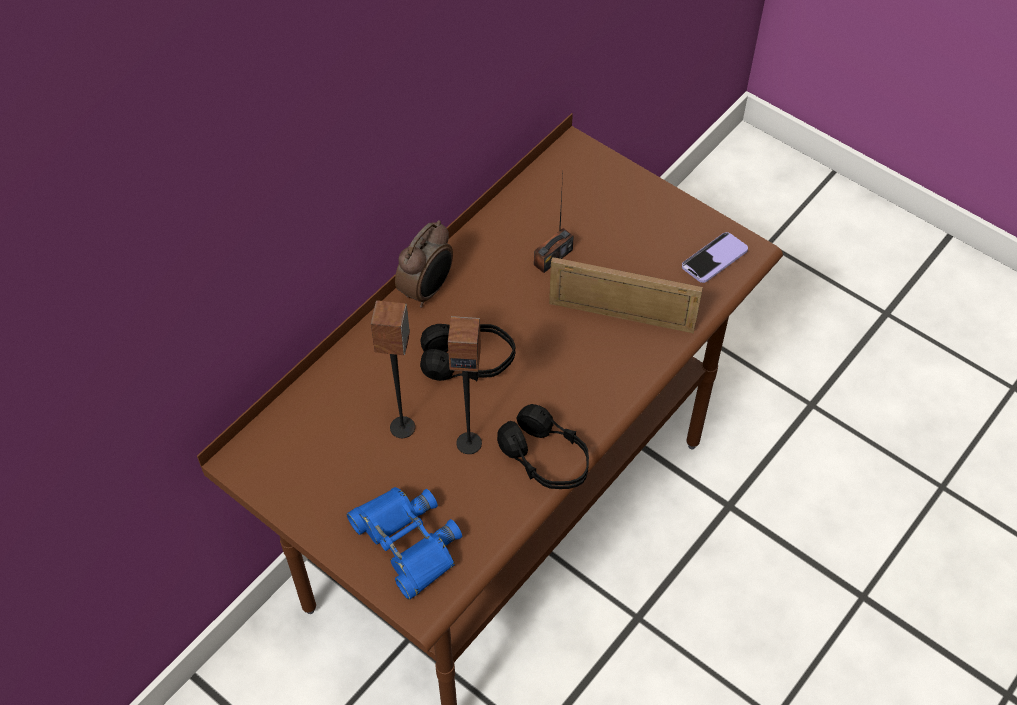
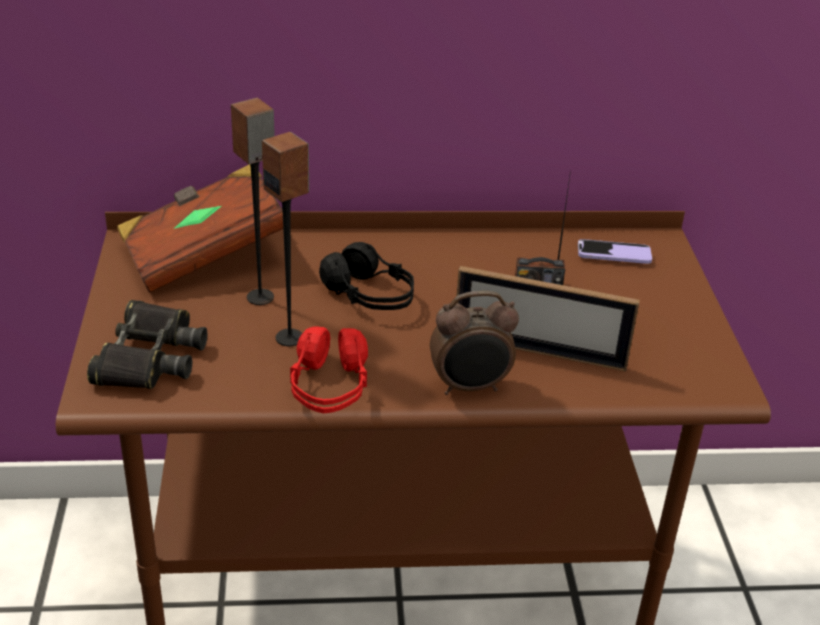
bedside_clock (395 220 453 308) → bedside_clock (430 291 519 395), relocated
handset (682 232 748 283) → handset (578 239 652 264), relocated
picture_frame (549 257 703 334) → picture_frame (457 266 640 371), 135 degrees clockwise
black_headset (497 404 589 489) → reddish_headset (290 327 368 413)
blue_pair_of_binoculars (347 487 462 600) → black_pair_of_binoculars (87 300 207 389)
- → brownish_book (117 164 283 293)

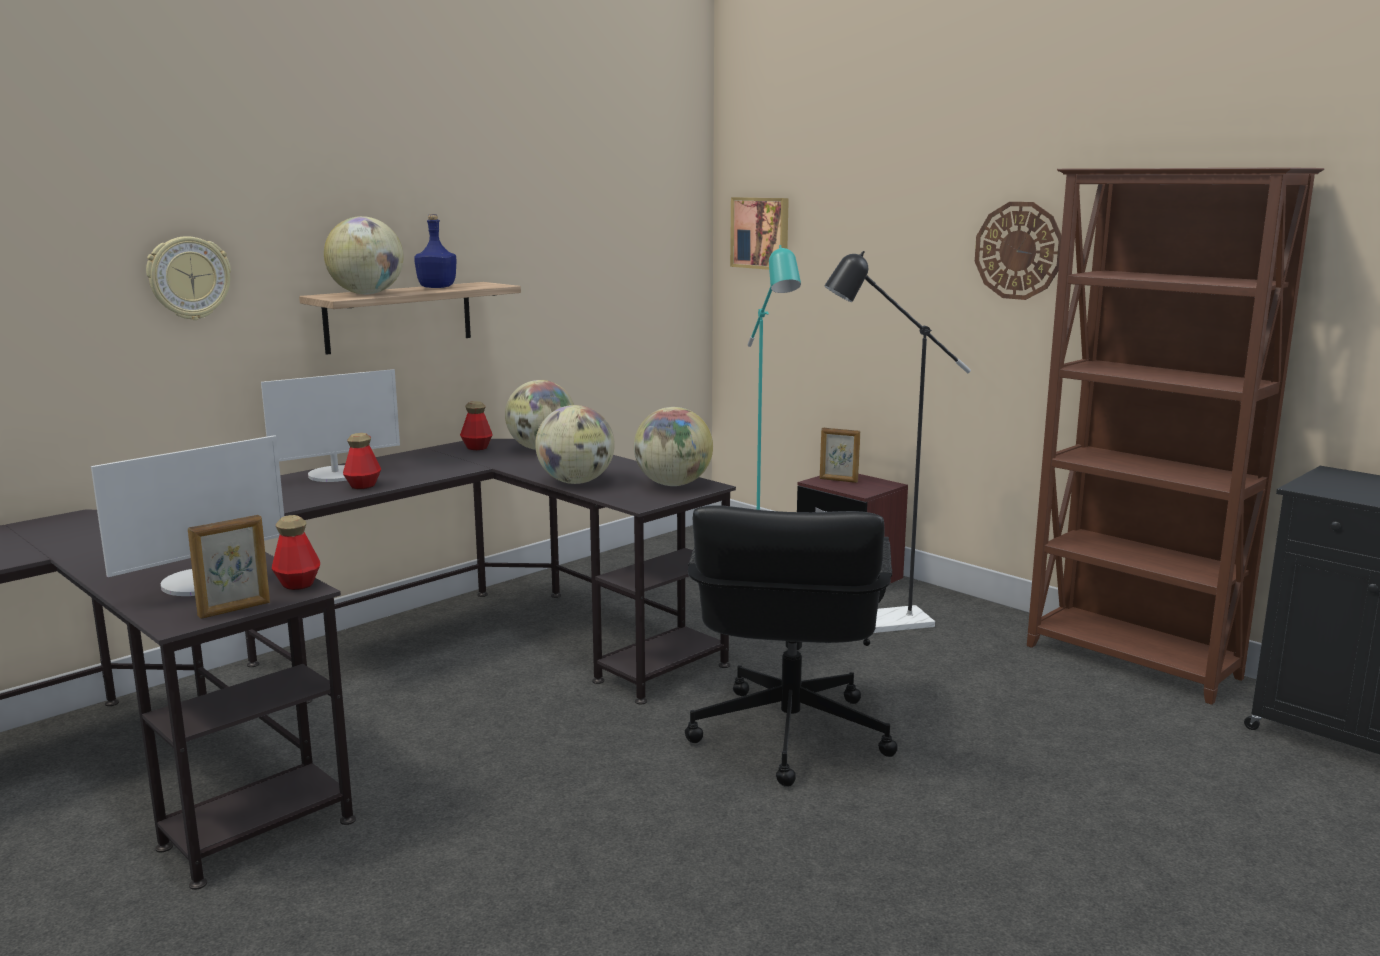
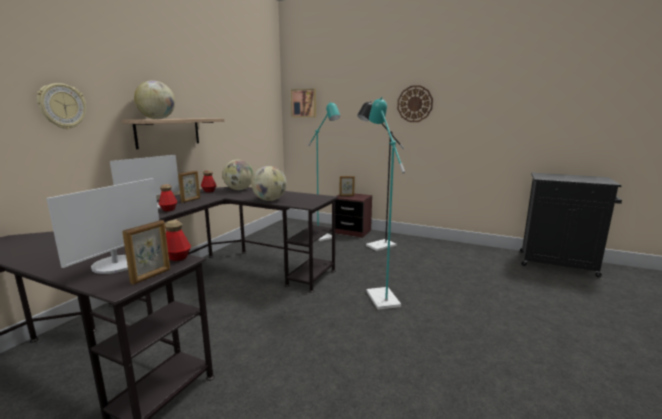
brownish_bookcase (1027 167 1324 705) → -
blue_bottle (414 214 456 288) → -
desk_globe (634 407 713 486) → -
black_computer_chair (685 505 898 787) → blue-green_standard_lamp (367 97 405 310)
- → picture_frame (178 171 200 203)

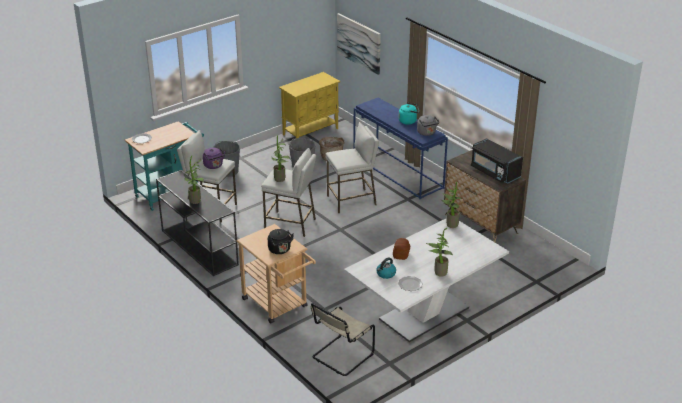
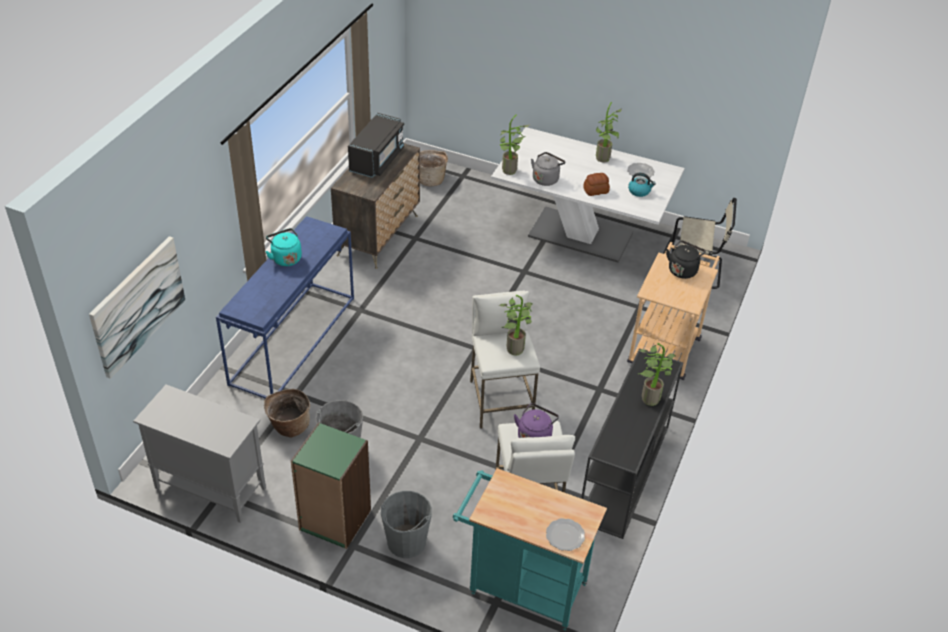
yellowish_storage_cabinet (279 72 340 138) → grey_storage_cabinet (133 384 266 523)
grey_kettle (417 115 439 136) → grey_kettle (531 152 566 186), relocated
white_sitting_stool (326 122 379 213) → -
- → storage_basket (420 150 448 186)
- → green_bookcase (291 422 371 549)

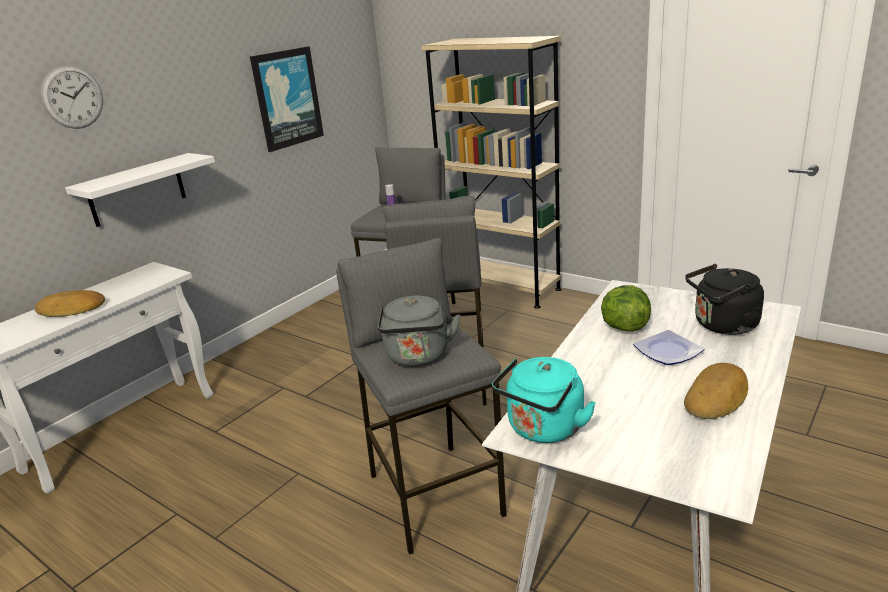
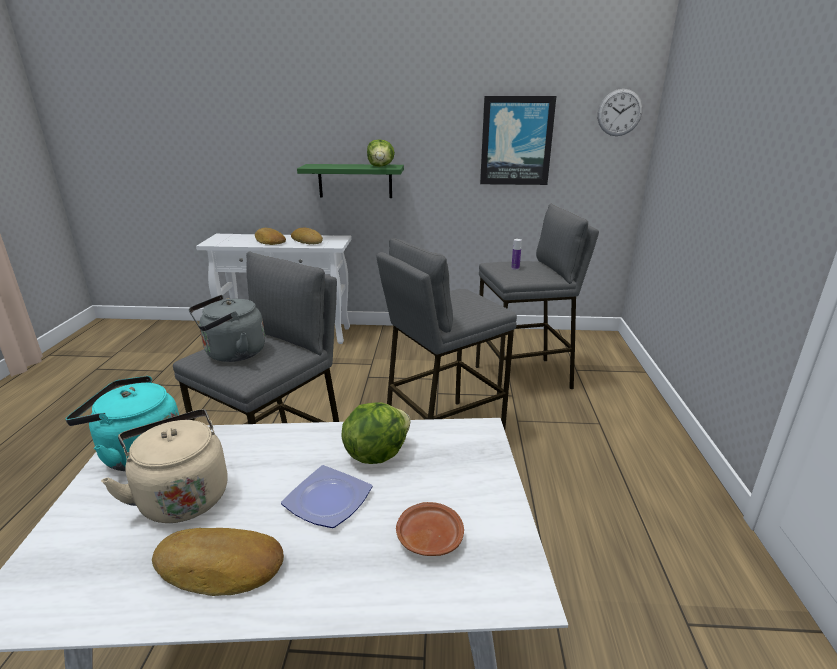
beige-coloured_bookcase (422 36 562 309) → -
wall_clock (41 66 103 129) → wall_clock (597 89 643 136), relocated
white_bracket_shelf (65 153 215 227) → green_bracket_shelf (297 164 404 198)
black_kettle (685 264 764 335) → brownish_dinner_plate (396 502 464 556)
- → head_of_lettuce (367 139 395 167)
- → bread (291 228 323 244)
- → beige-coloured_kettle (101 409 228 523)

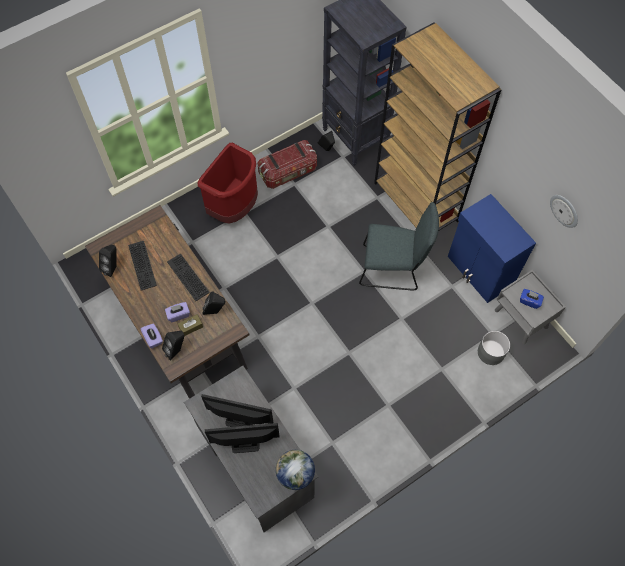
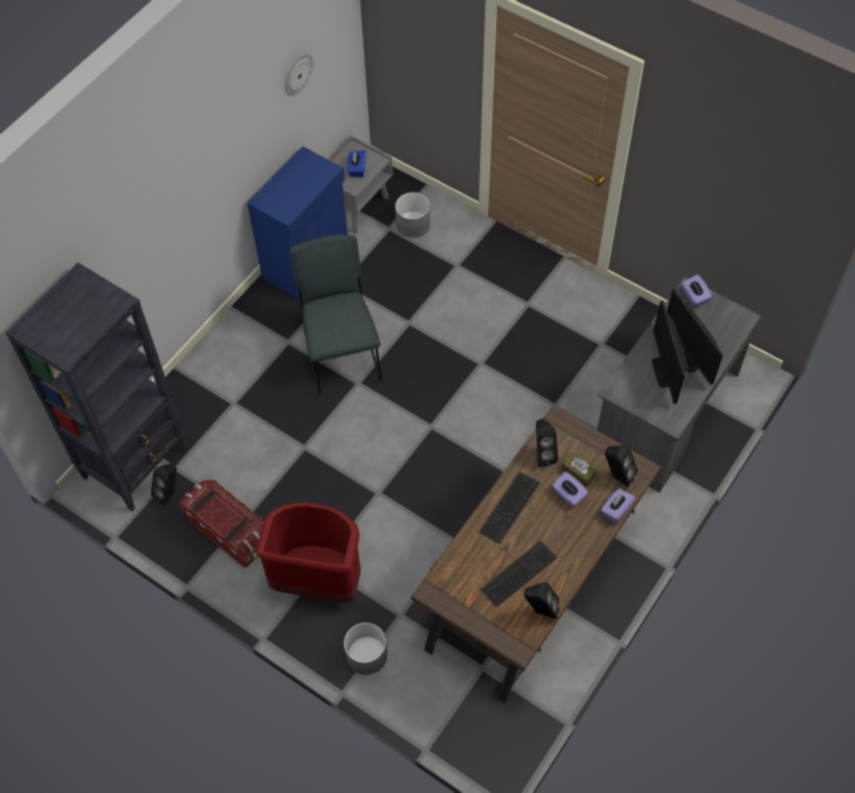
brownish_bookcase (374 22 501 230) → -
desk_globe (276 450 315 490) → purple-coloured_box_of_tissues (682 275 712 308)
- → grey_plant_pot (344 623 387 675)

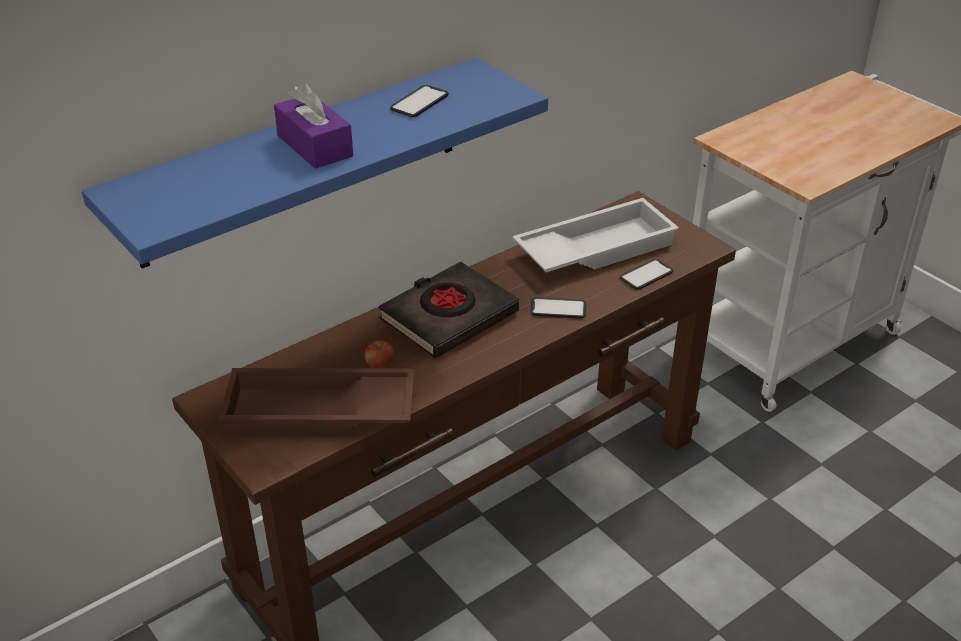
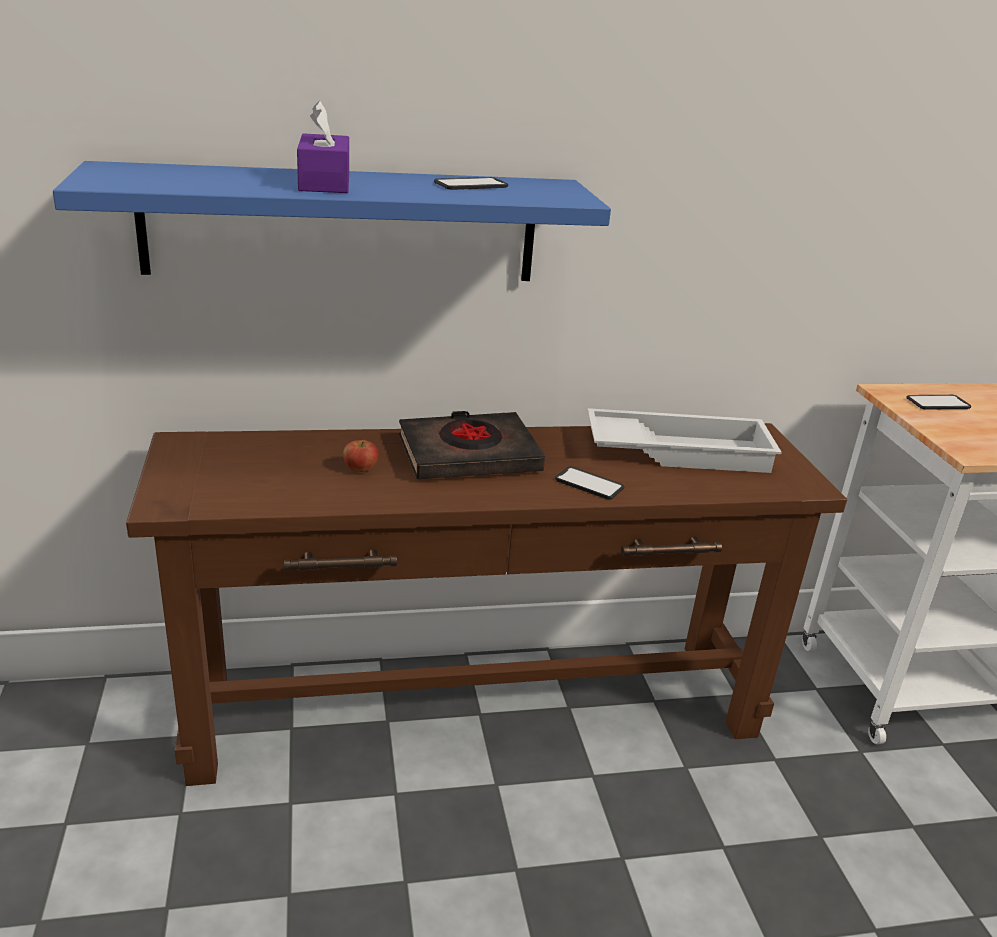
handset (620 259 673 290) → handset (906 395 971 410), relocated
brownish_serving_tray (218 368 414 436) → -

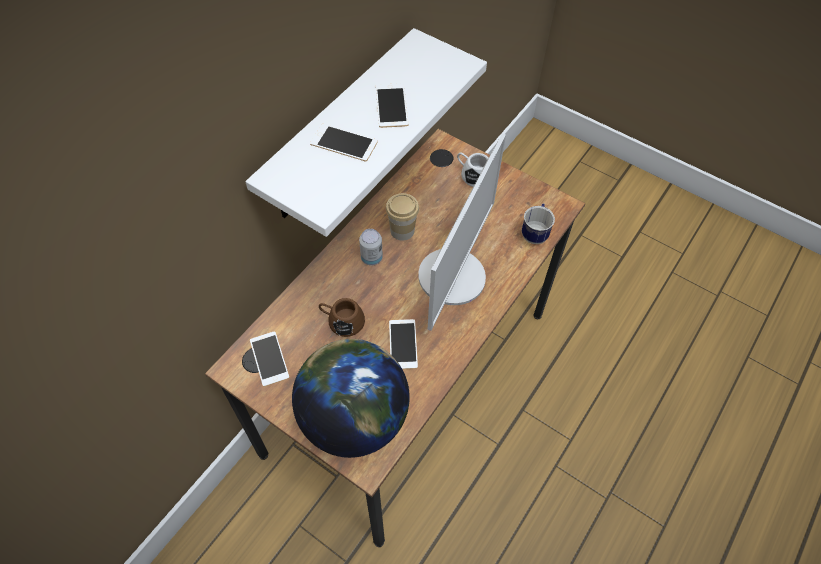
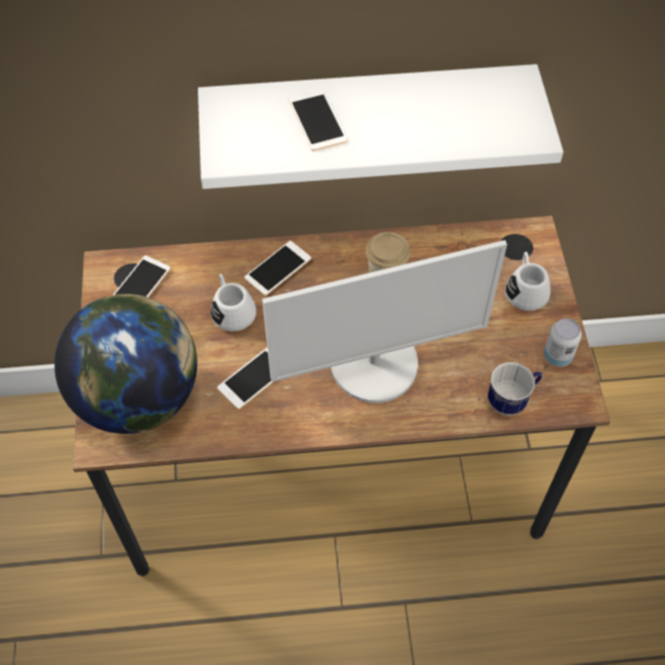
handset (376 83 408 128) → handset (244 241 311 296), relocated
metal_can (359 229 383 265) → metal_can (544 318 582 367), relocated
brownish_coffee_mug (319 298 365 337) → white_coffee_mug (211 274 256 332)

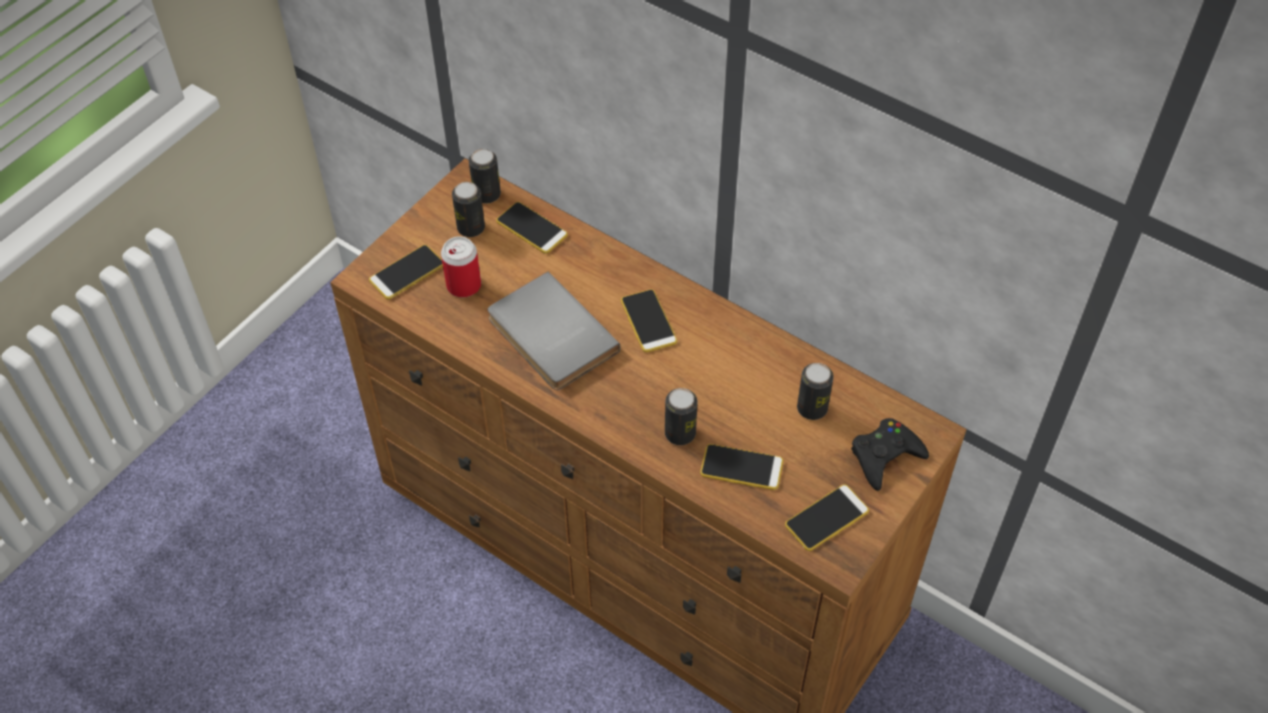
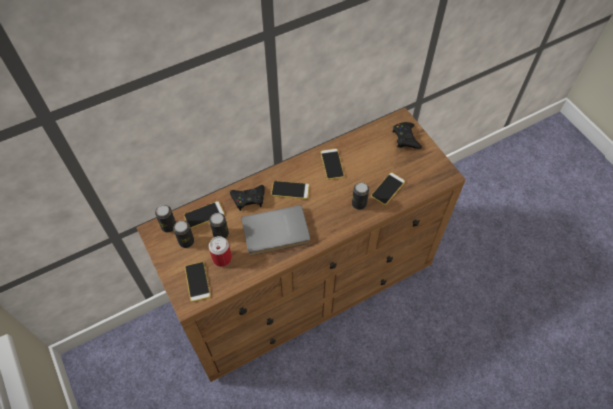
metal_can (797 363 833 420) → metal_can (209 213 229 239), relocated
handset (785 485 869 551) → handset (320 148 344 180), relocated
- → black_game_controller (230 185 265 211)

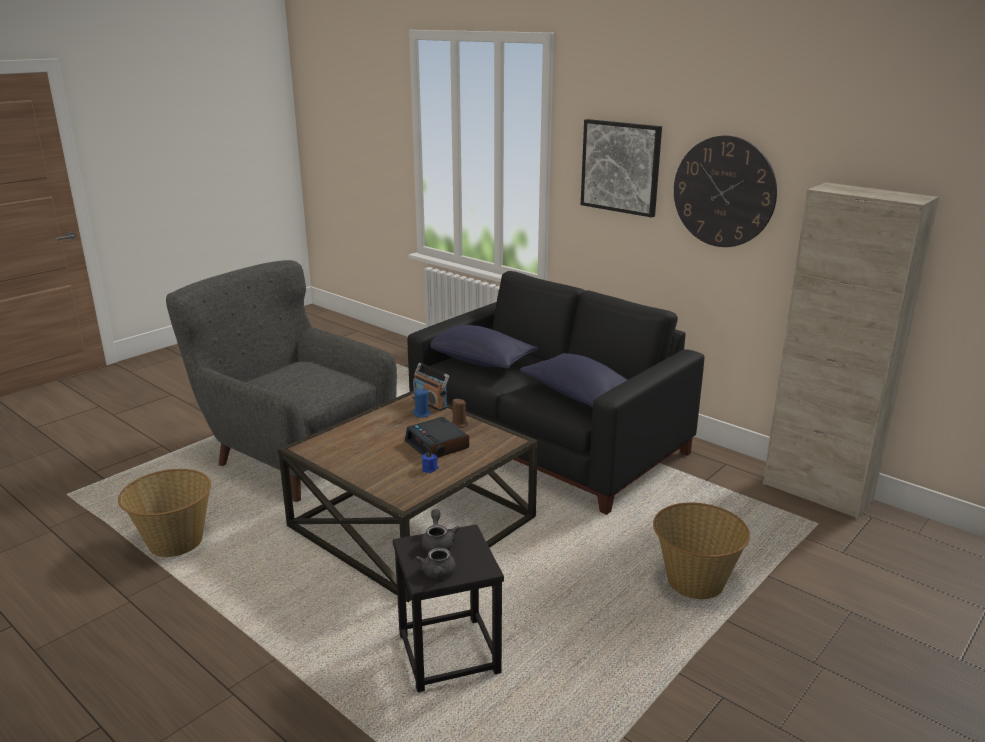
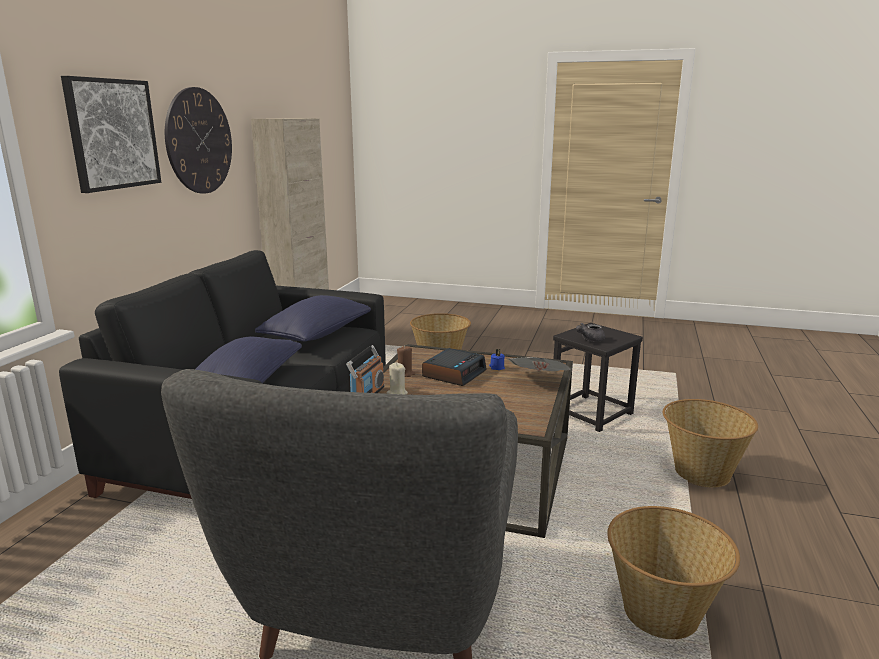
blue_candle (413 389 431 418) → beige-coloured_candle (387 362 408 394)
grey_tea_pot (415 547 456 578) → -
- → newspaper (506 357 572 371)
- → storage_basket (663 399 758 487)

